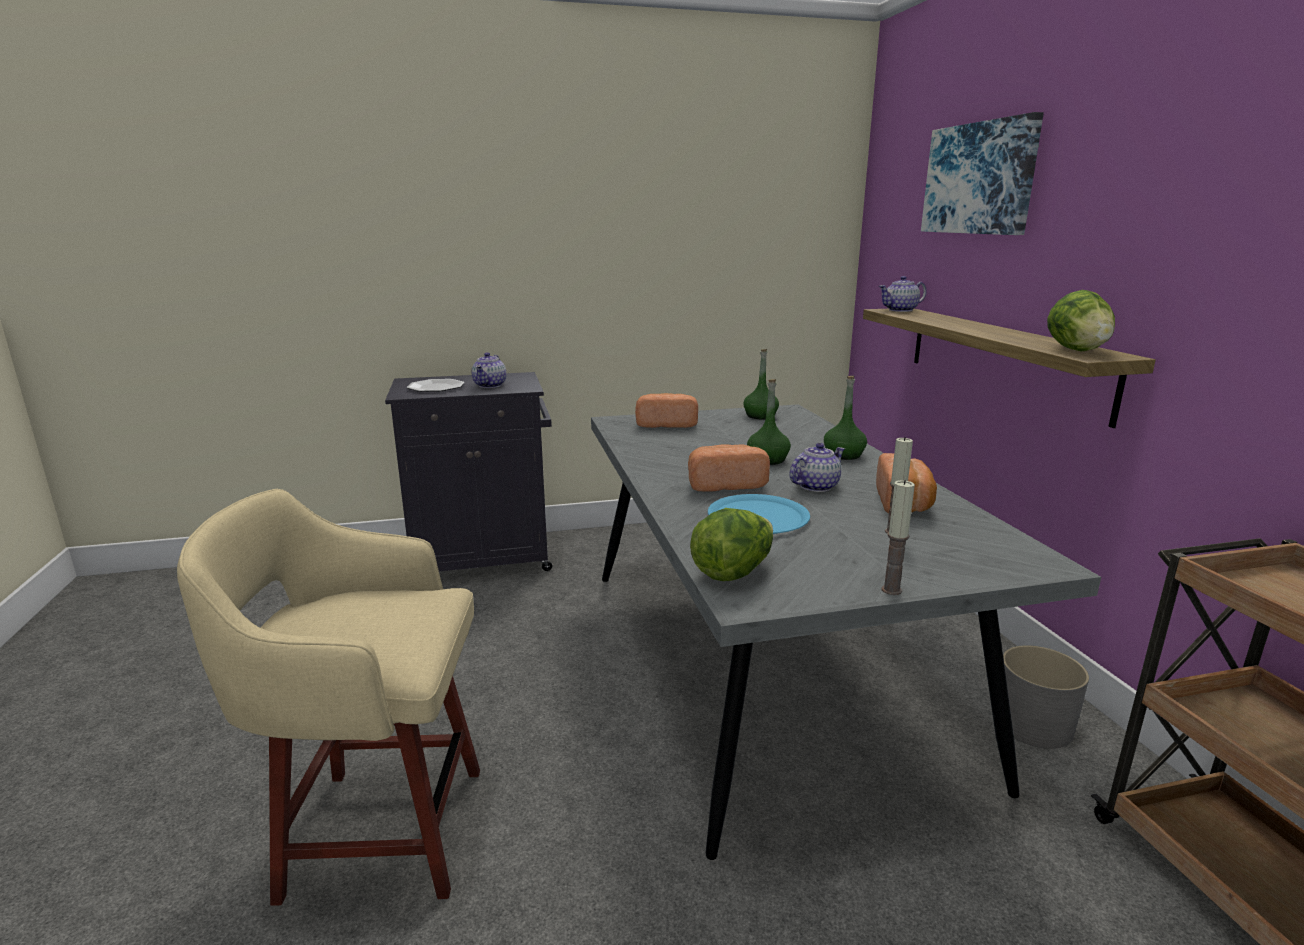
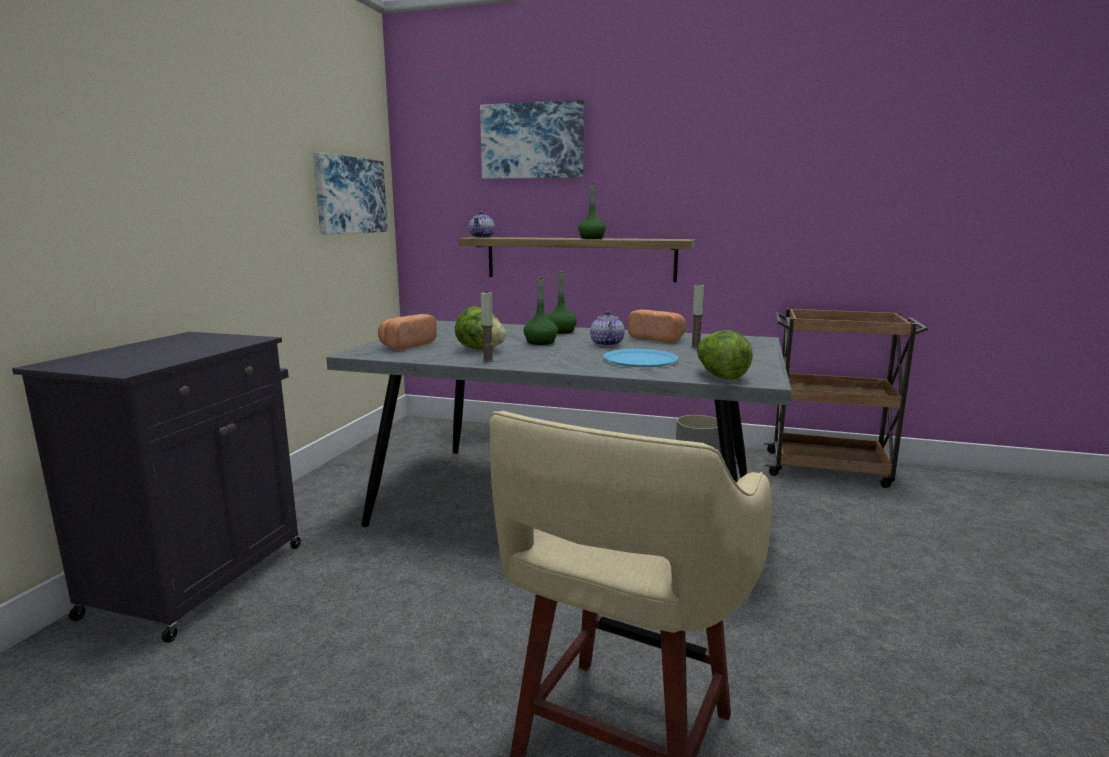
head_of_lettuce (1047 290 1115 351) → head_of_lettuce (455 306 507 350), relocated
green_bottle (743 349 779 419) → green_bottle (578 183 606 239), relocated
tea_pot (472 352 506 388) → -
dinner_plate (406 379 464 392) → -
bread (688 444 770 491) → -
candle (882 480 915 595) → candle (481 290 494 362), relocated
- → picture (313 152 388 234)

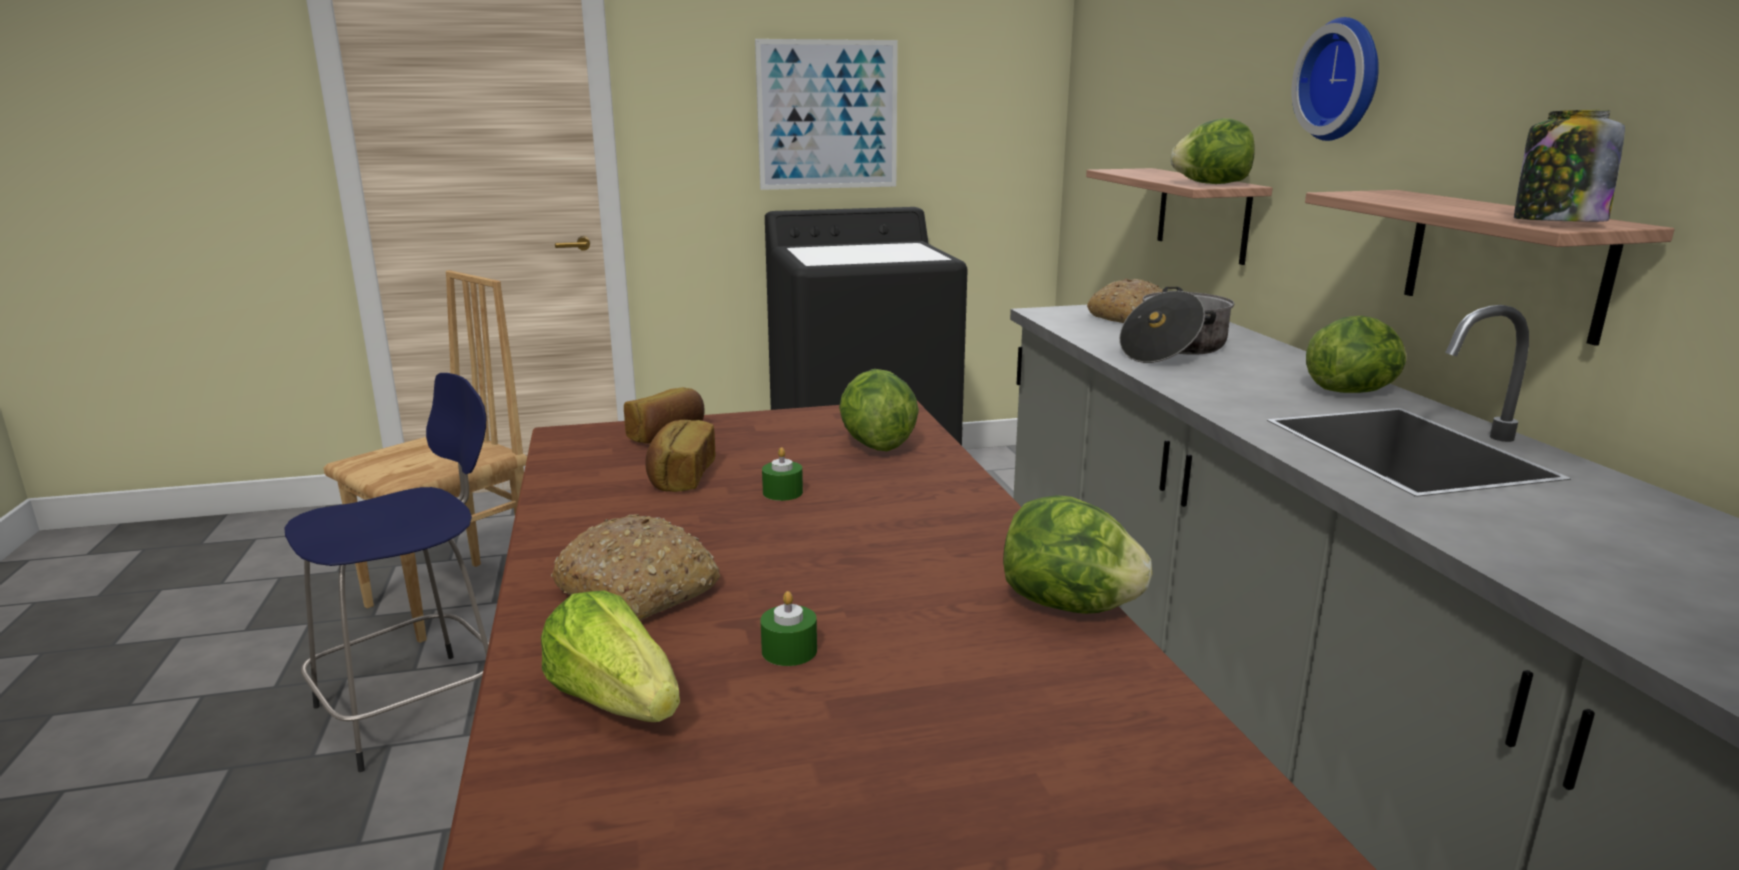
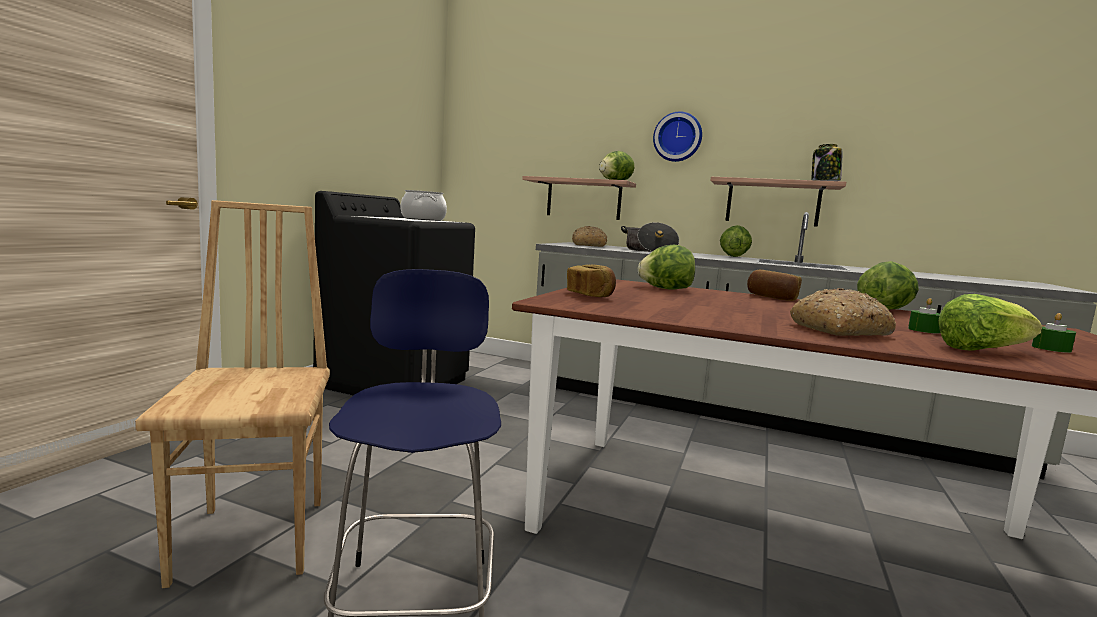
picture (755 39 898 190) → -
bread (645 420 716 492) → bread (747 270 802 301), relocated
green_candle (762 447 803 501) → green_candle (1032 313 1076 353), relocated
- → stockpot (401 190 447 221)

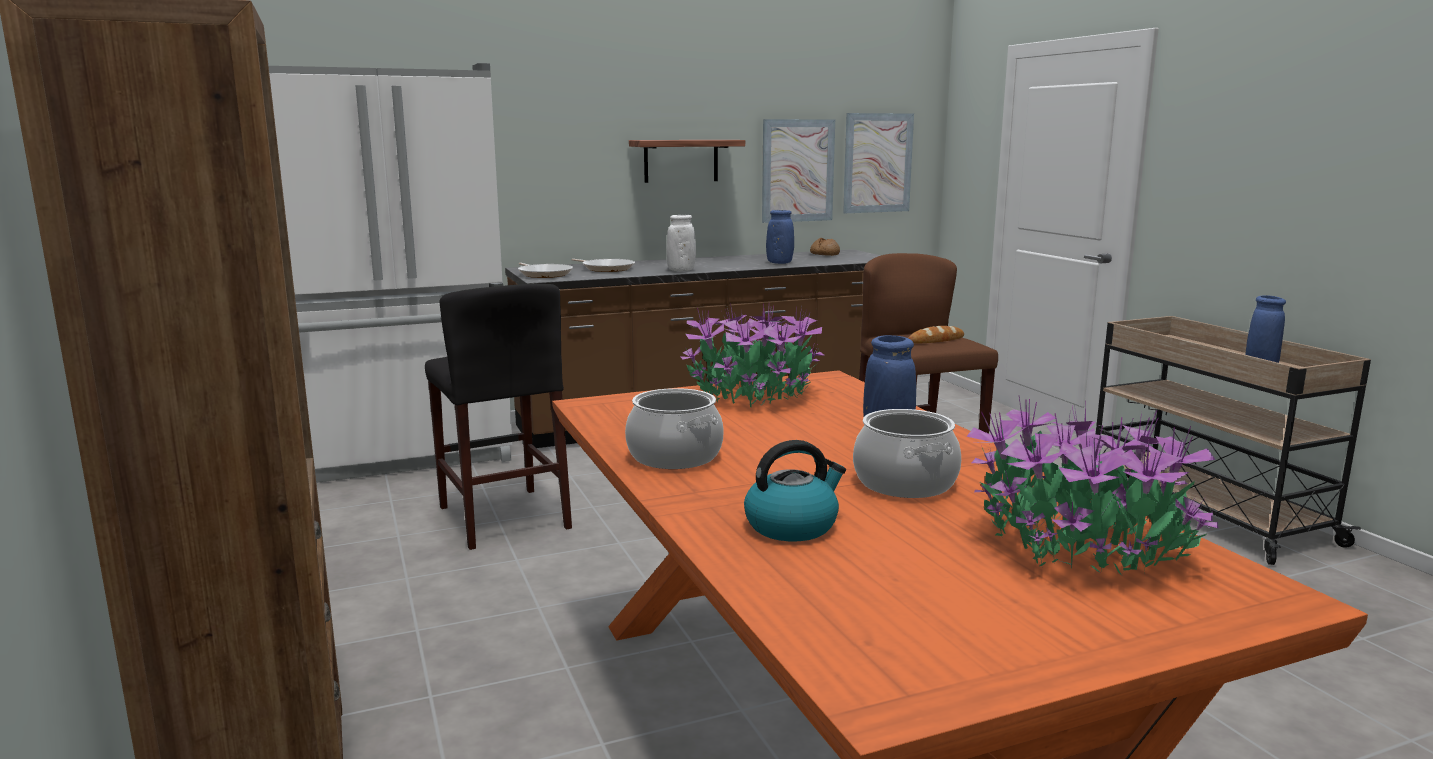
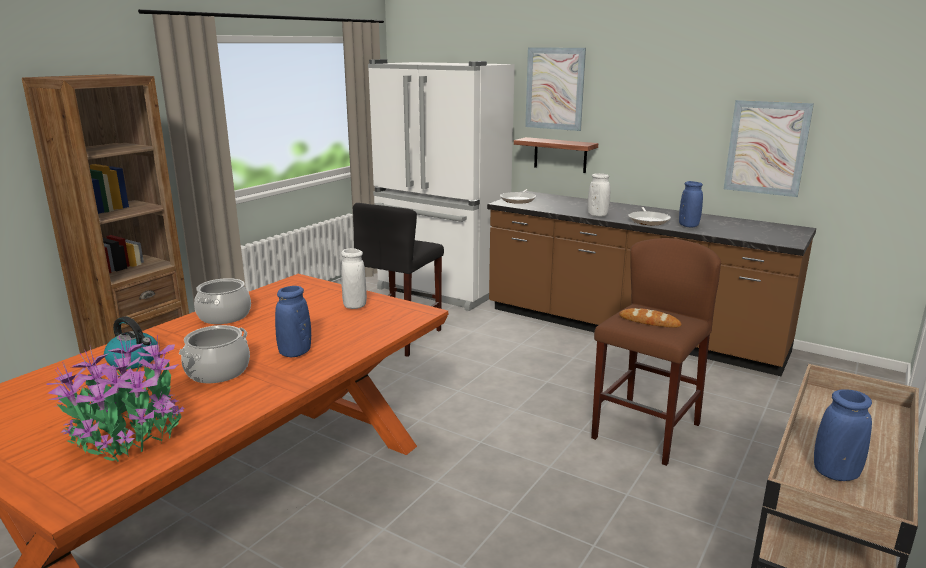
picture (843 113 914 213) → picture (525 47 586 131), relocated
bracket_shelf (629 140 745 183) → bracket_shelf (514 137 598 173), relocated
bread (810 238 840 256) → -
pan (571 259 635 272) → pan (629 207 671 225), relocated
plant_in_a_pot (681 303 824 407) → white_vase (341 248 367 309)

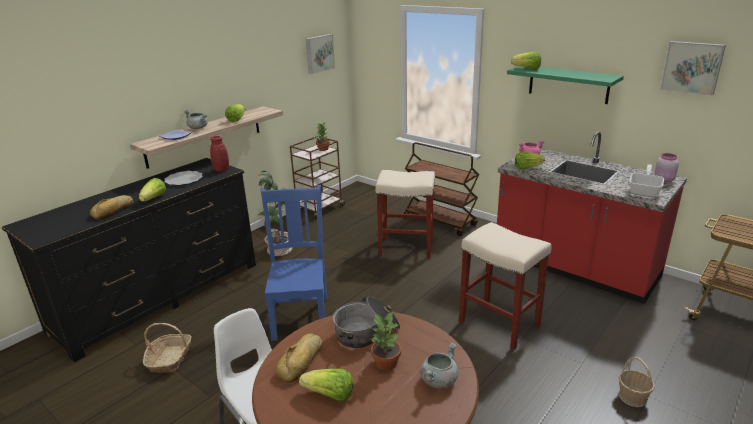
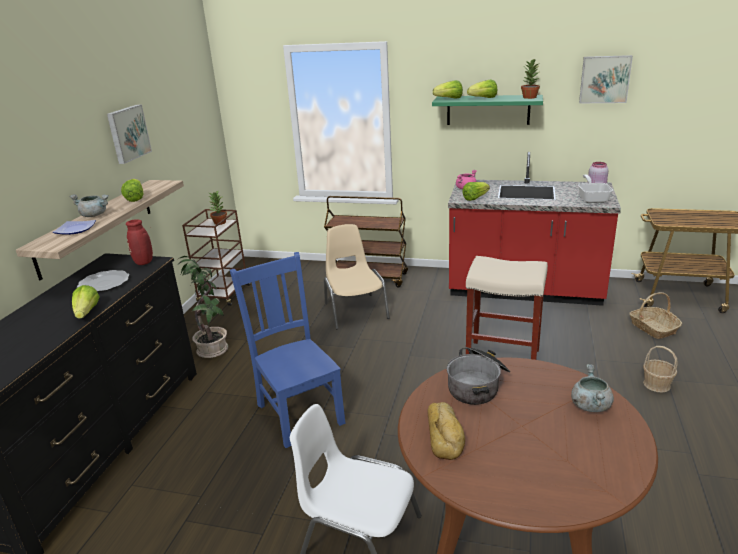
picture (306 34 335 74) → picture (107 104 152 164), relocated
beige-coloured_sitting_stool (375 170 435 258) → beige-coloured_chair (324 224 390 329)
bread (90 195 134 219) → -
plant_in_a_pot (370 312 401 371) → plant_in_a_pot (521 58 540 99), relocated
storage_basket (143 323 191 373) → storage_basket (629 292 682 339), relocated
head_of_lettuce (299 369 353 401) → head_of_lettuce (467 79 497 98), relocated

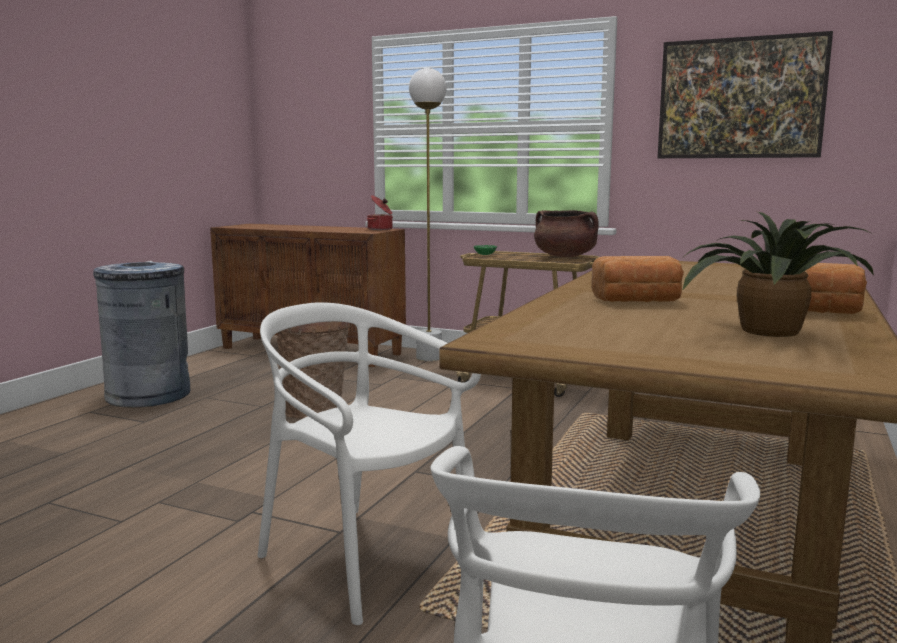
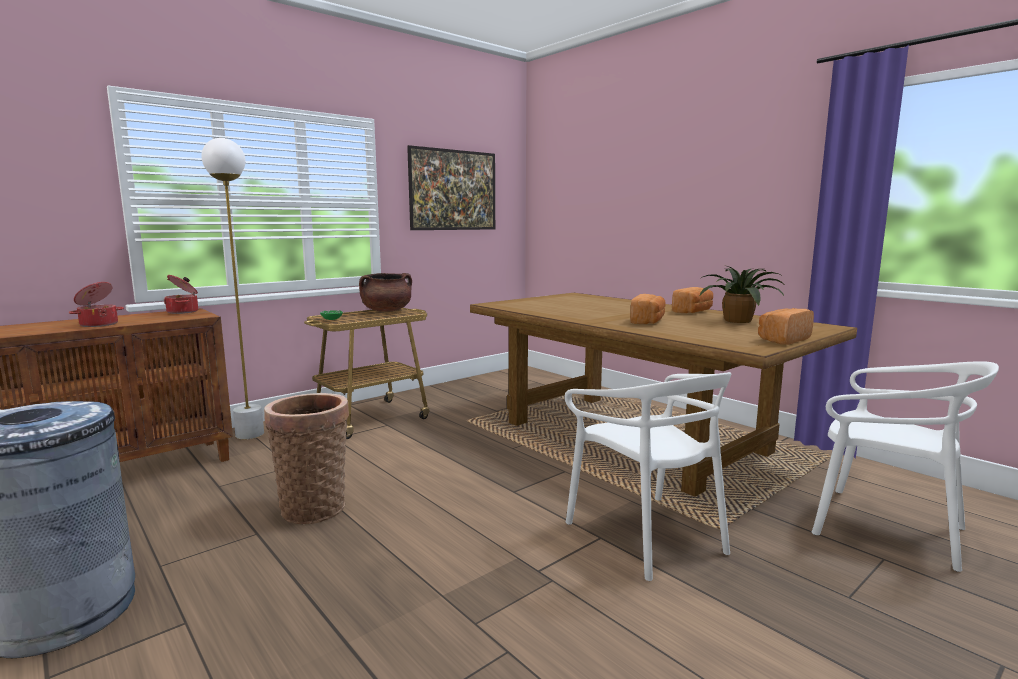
white_chair (258 302 481 625) → white_chair (565 372 731 581), 90 degrees counterclockwise
- → stockpot (69 282 124 327)
- → bread (758 308 814 345)

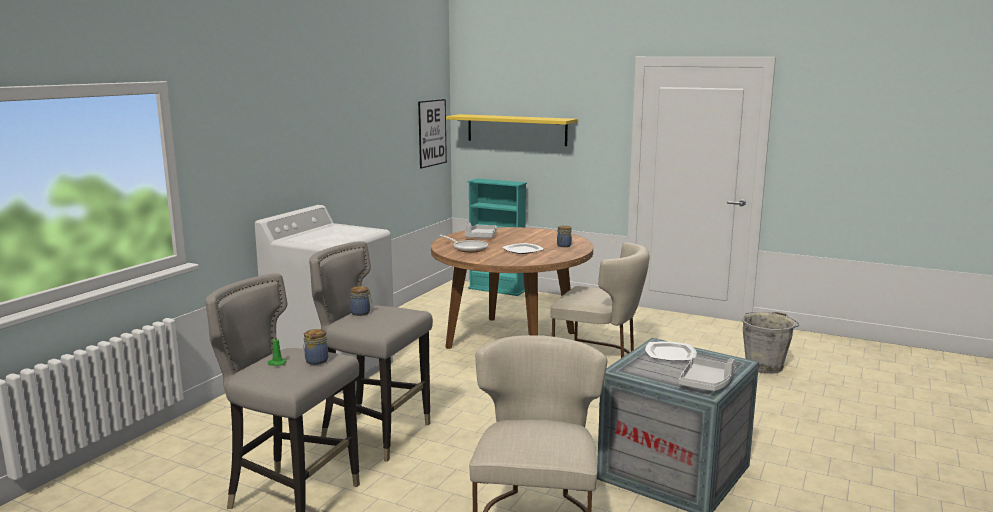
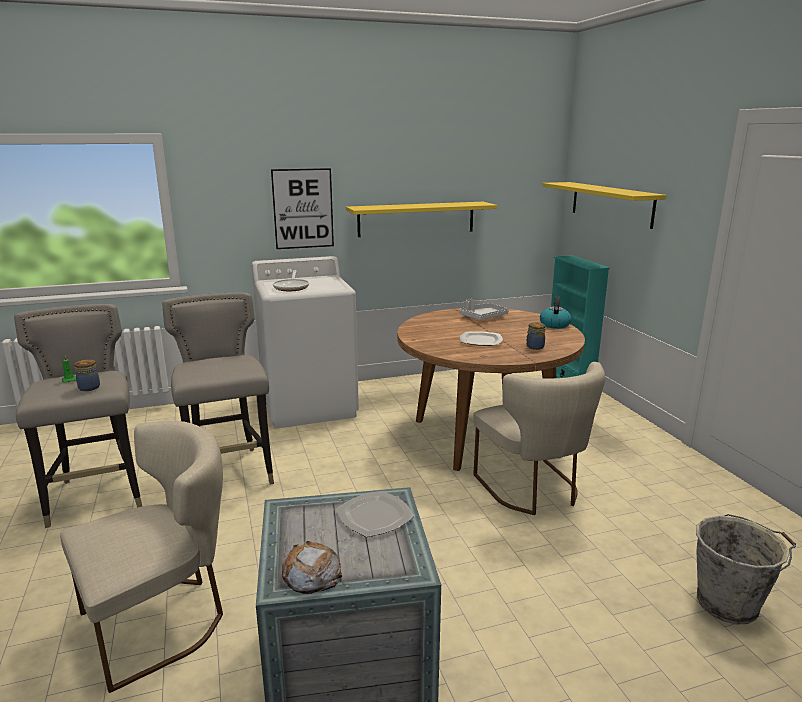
picture (418 99 447 168) → picture (271 168 334 249), relocated
pan (440 235 488 252) → pan (273 270 309 291), relocated
preserve_jar (350 286 372 316) → -
grey_serving_tray (678 358 735 391) → bread (282 541 342 594)
- → yellowish_bracket_shelf (346 202 497 237)
- → kettle (540 296 572 329)

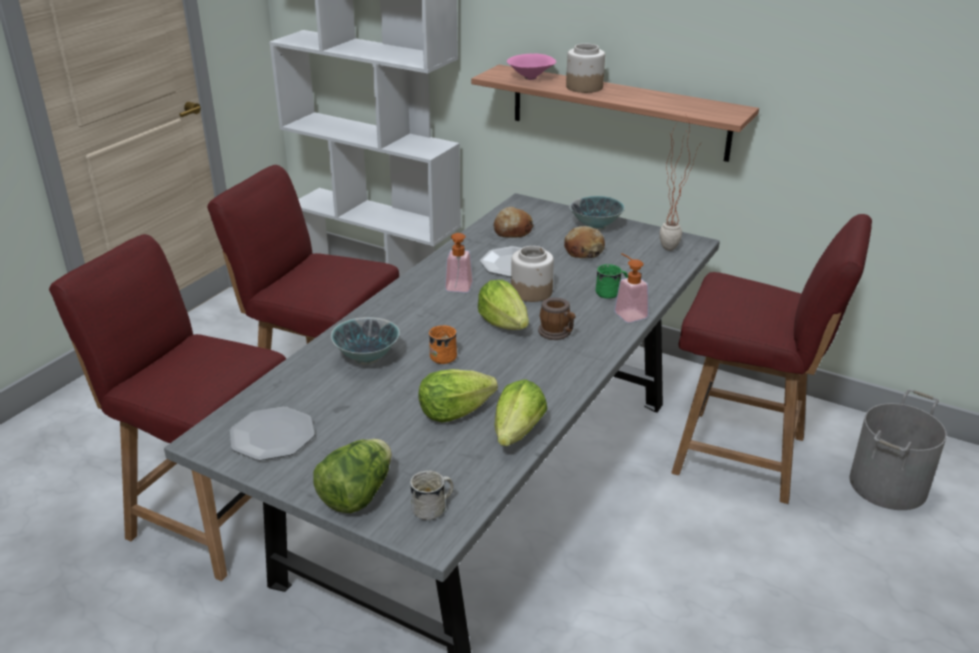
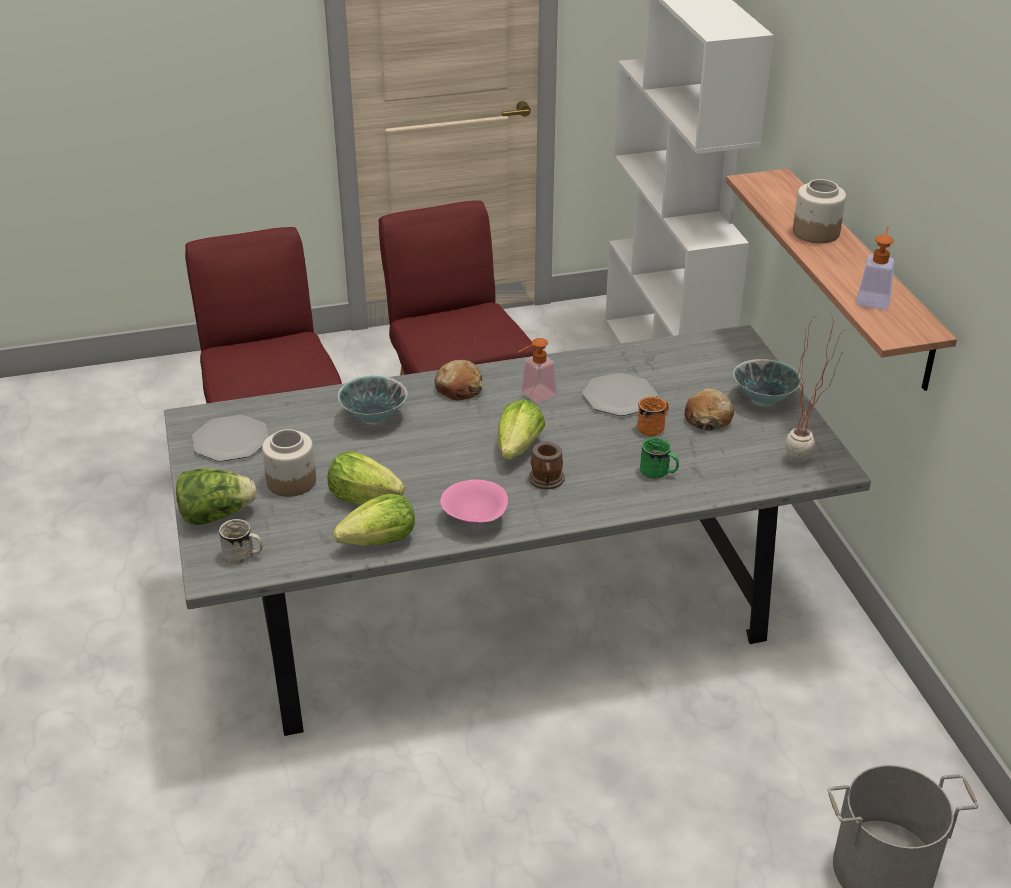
pinkish_deep_dish (507 54 556 80) → pinkish_deep_dish (440 479 508 524), relocated
bread (494 207 534 237) → bread (435 360 483 401), relocated
reddish_chair (671 214 872 504) → -
preserve_jar (511 246 554 302) → preserve_jar (262 429 316 497), relocated
soap_bottle (614 253 648 323) → soap_bottle (856 227 894 309), relocated
orange_coffee_mug (429 325 457 364) → orange_coffee_mug (637 397 668 436), relocated

